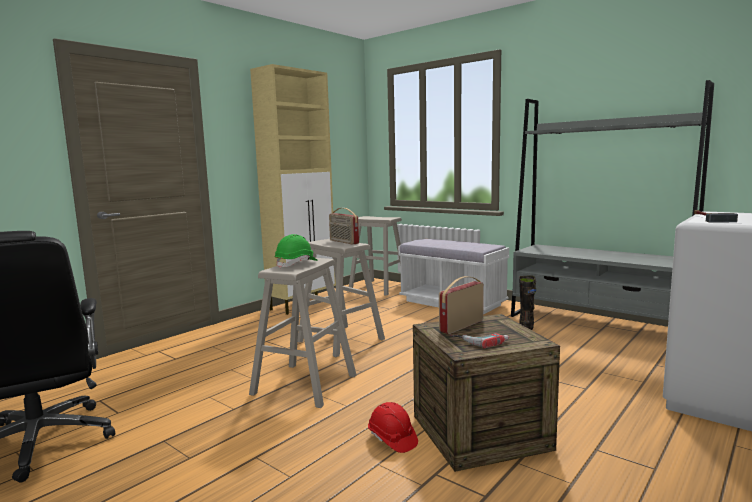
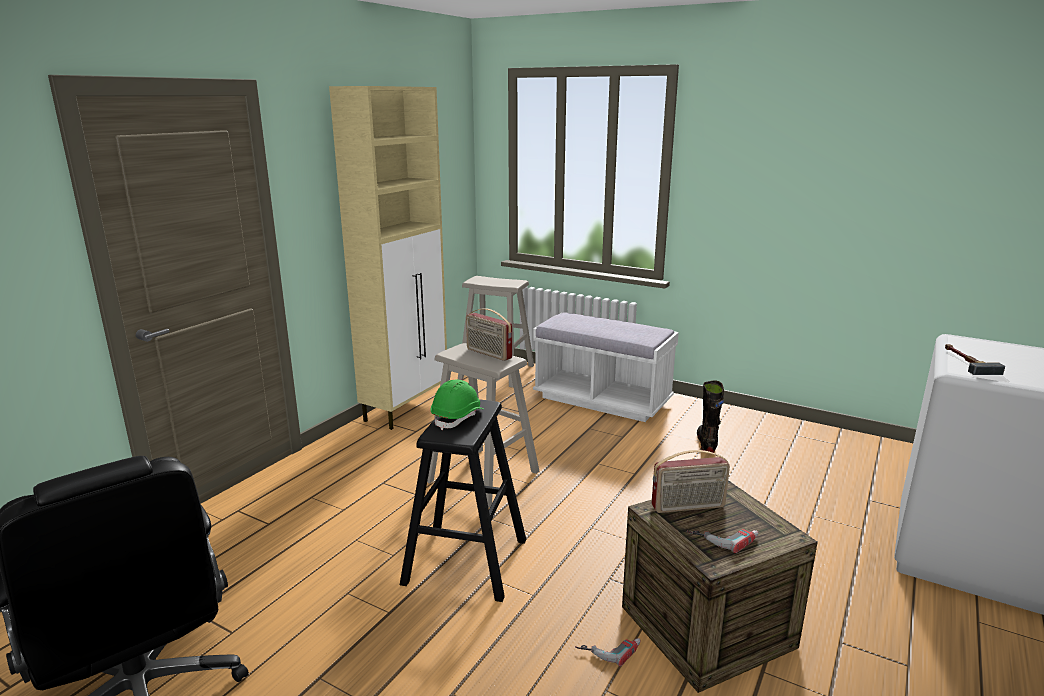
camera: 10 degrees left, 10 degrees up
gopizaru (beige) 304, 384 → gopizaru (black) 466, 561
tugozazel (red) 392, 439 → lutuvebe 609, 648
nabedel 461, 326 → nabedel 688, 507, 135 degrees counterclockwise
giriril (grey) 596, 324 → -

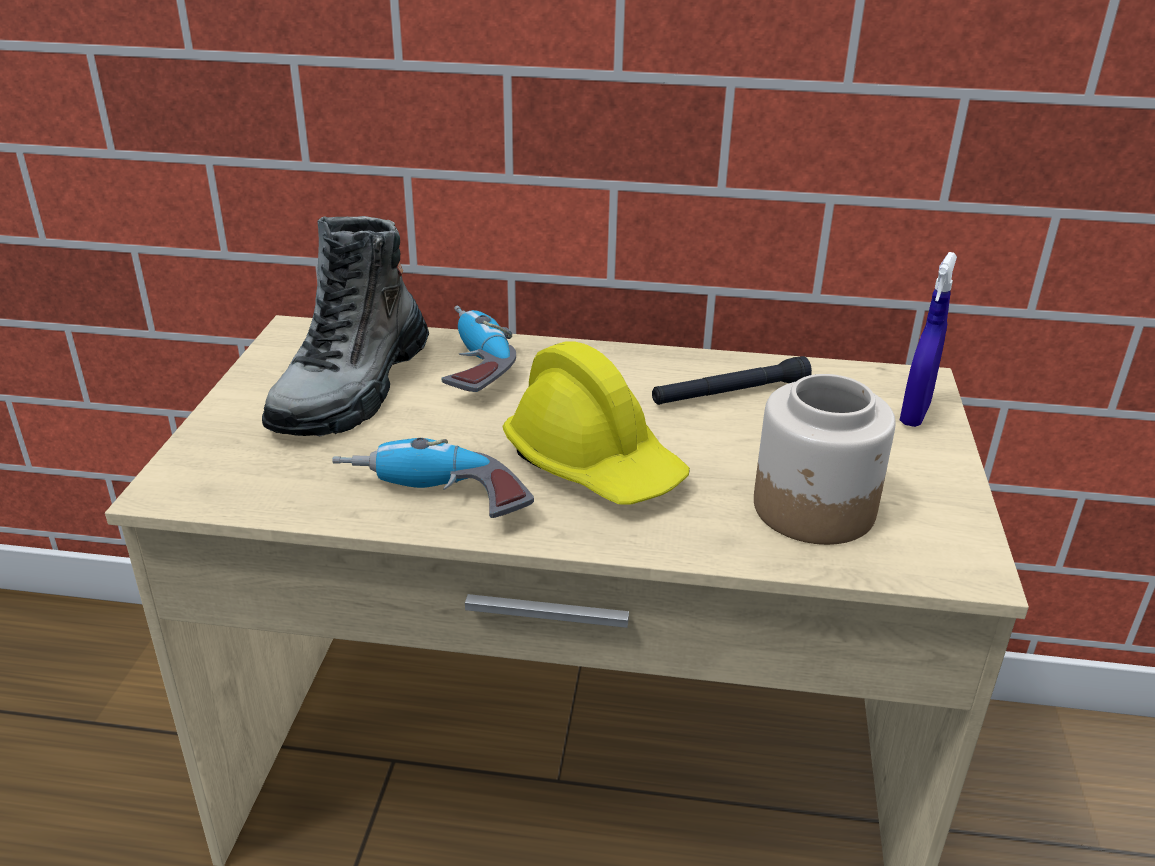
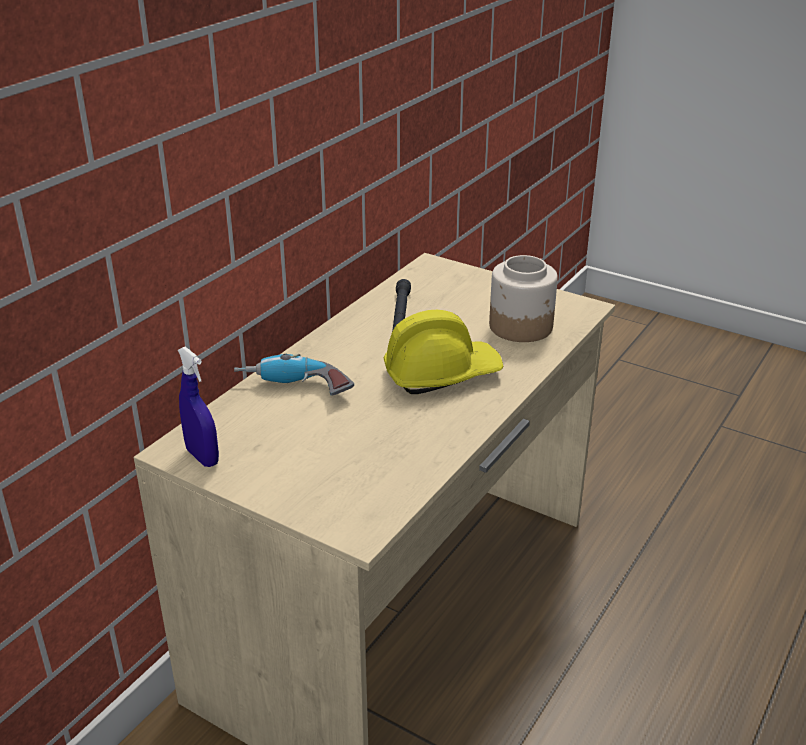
camera: 65 degrees left, 0 degrees up
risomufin 353, 388 → -
lutuvebe 433, 500 → -
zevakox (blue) 914, 414 → zevakox (blue) 202, 457, move

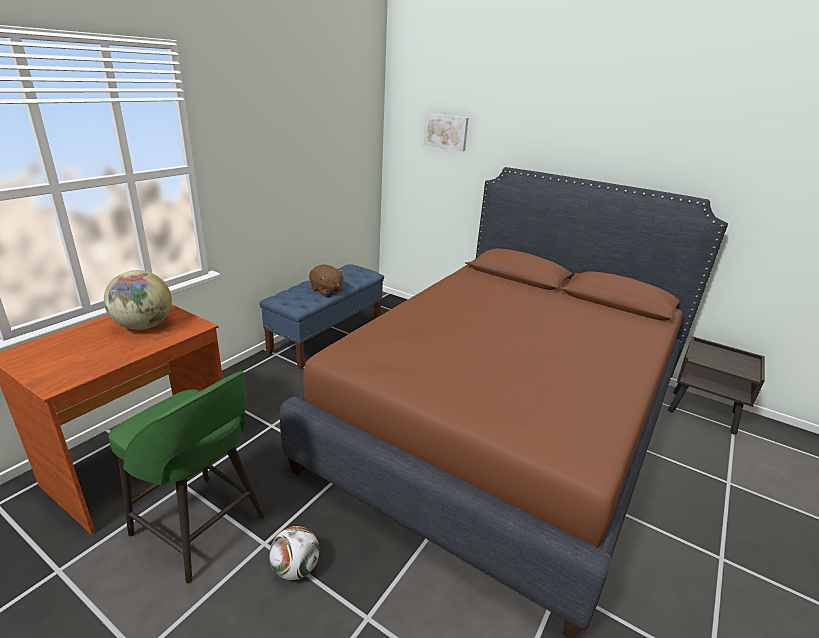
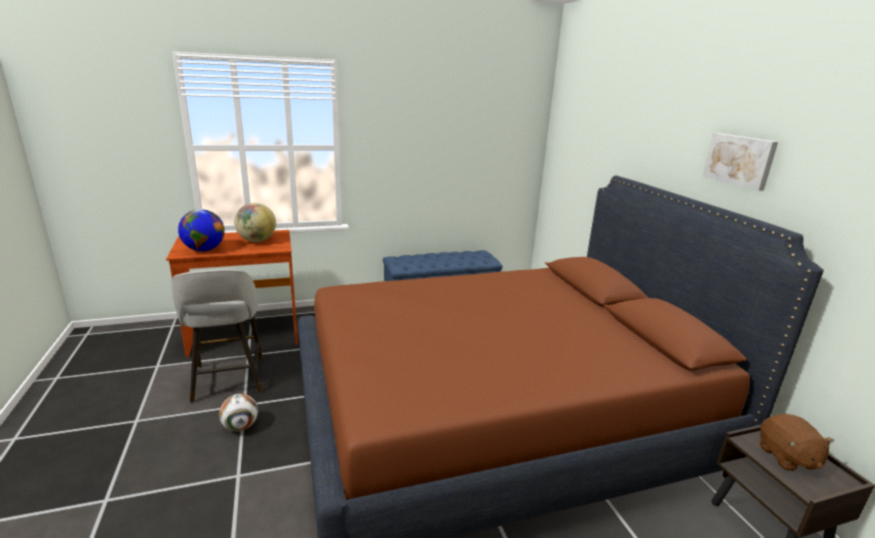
camera: 40 degrees right, 5 degrees down
gopizaru (green) 201, 528 → gopizaru (grey) 228, 380
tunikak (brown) 326, 290 → tunikak (brown) 787, 457, move
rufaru 446, 131 → rufaru 740, 160, move
- → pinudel 204, 249

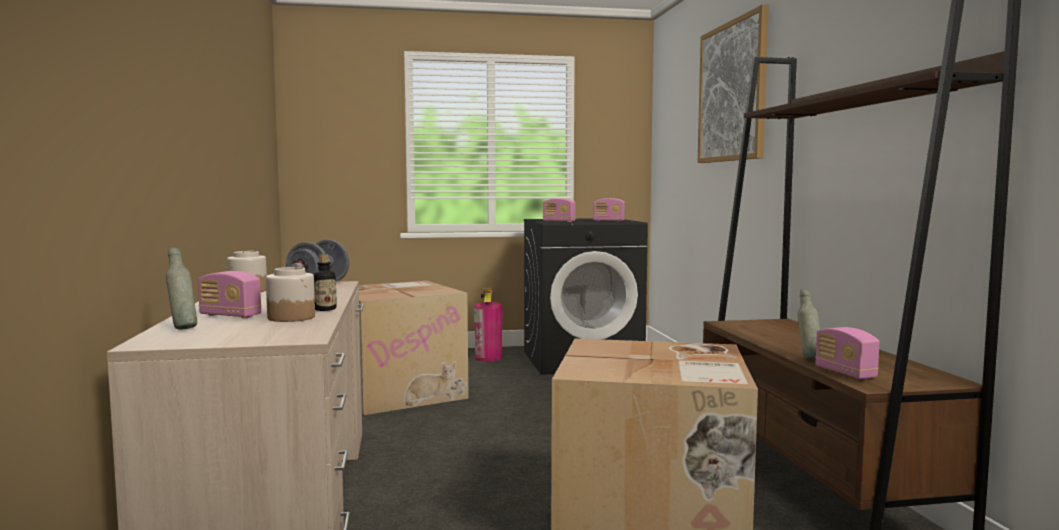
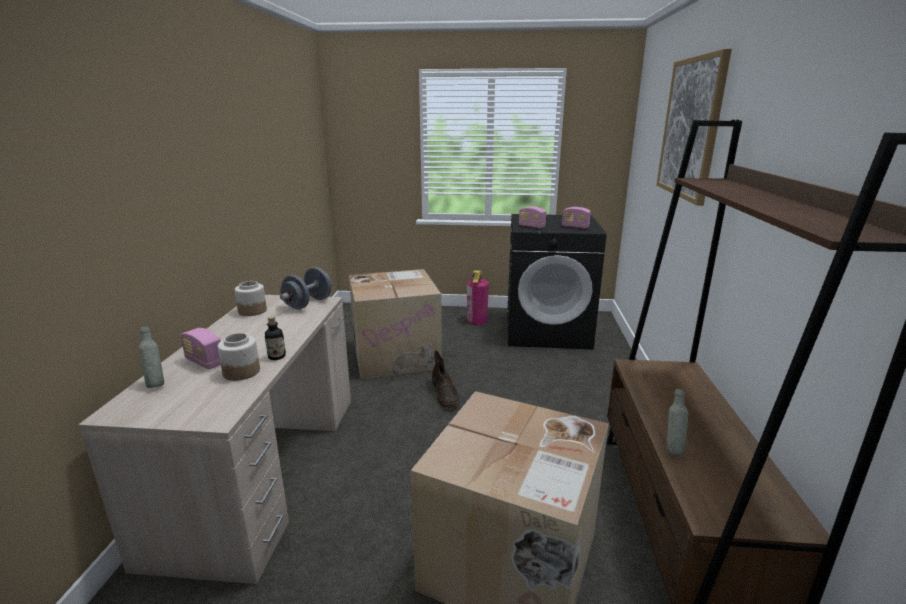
camera: 15 degrees right, 15 degrees up
nabedel 845, 373 → -
- → risomufin (brown) 445, 394

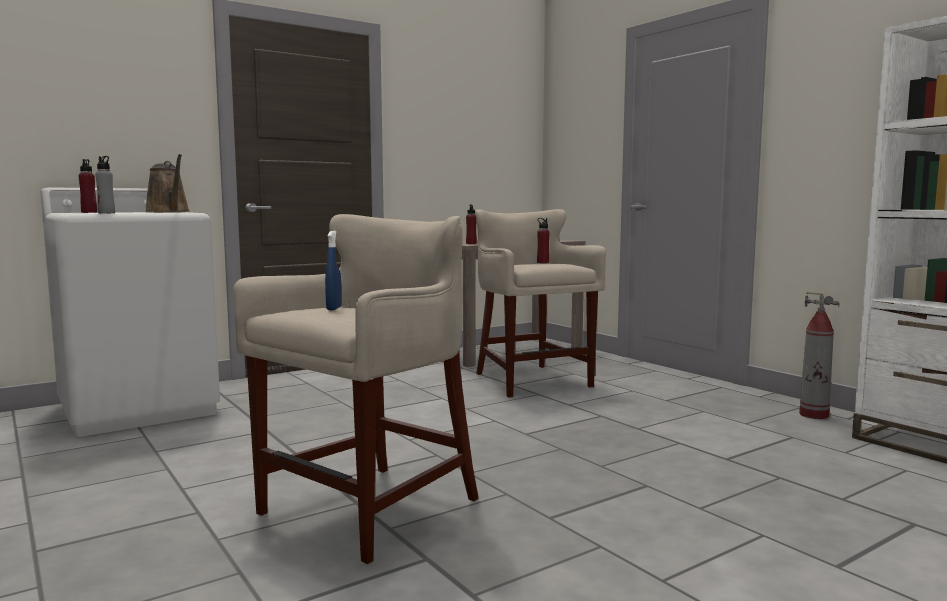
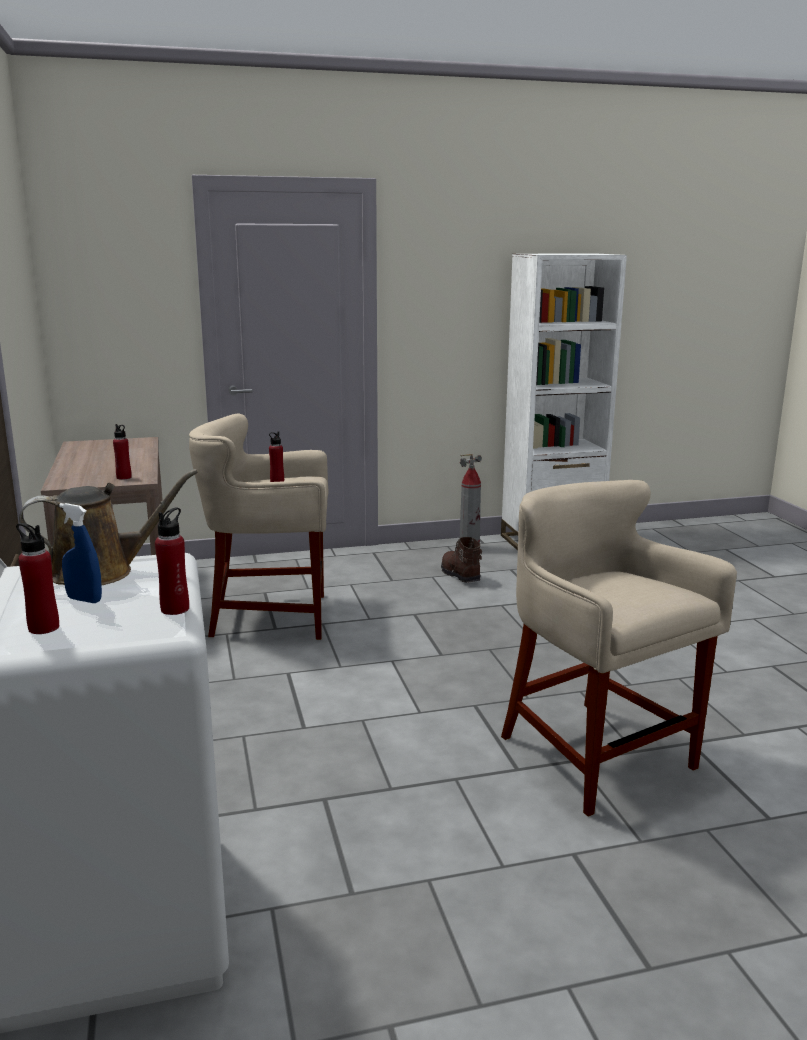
camera: 70 degrees left, 10 degrees up
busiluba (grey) 106, 213 → busiluba (red) 175, 609
zevakox (blue) 334, 308 → zevakox (blue) 84, 600, move
- → risomufin (brown) 459, 575

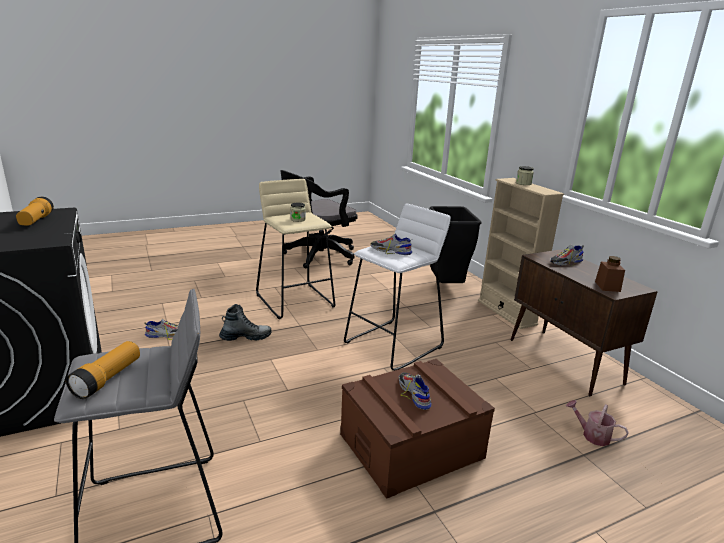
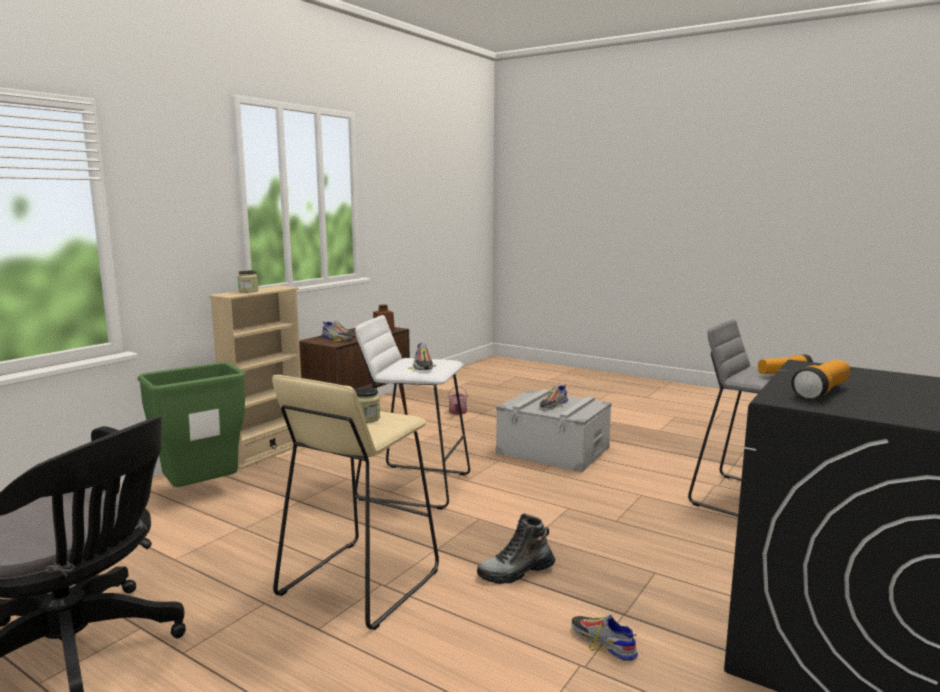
camera: 120 degrees left, 10 degrees down
risomufin 246, 337 → risomufin 516, 572, 60 degrees counterclockwise
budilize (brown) 411, 446 → budilize (grey) 553, 450
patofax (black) 446, 287 → patofax (green) 203, 492

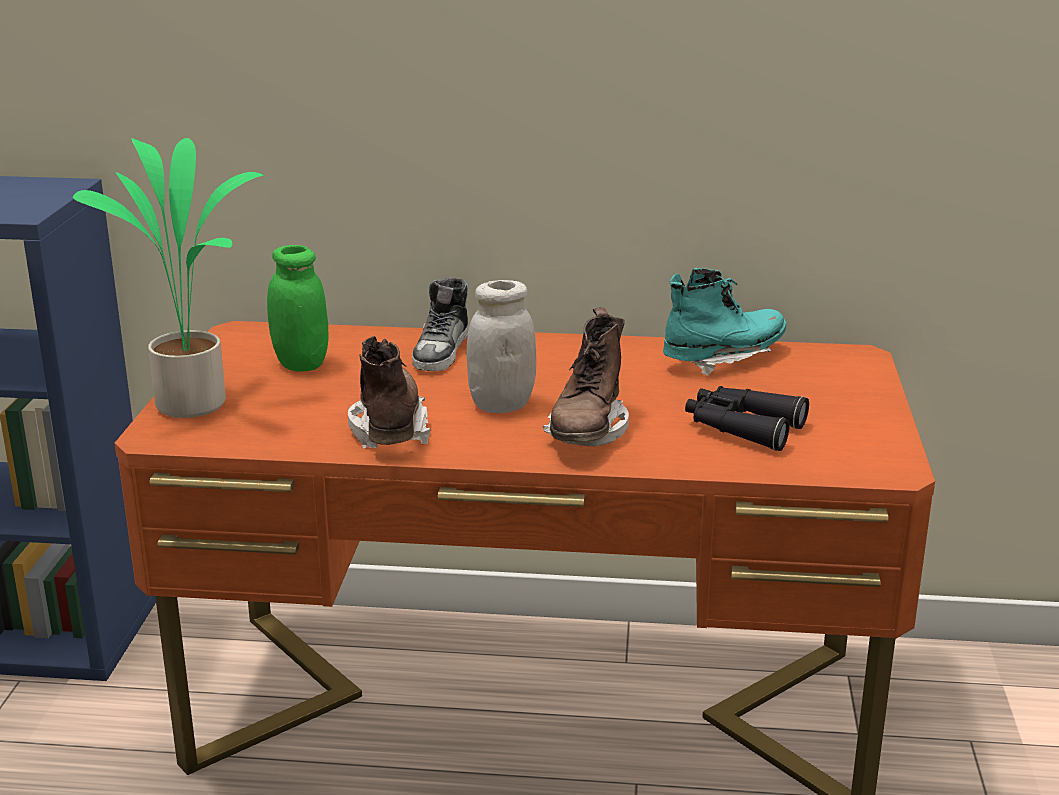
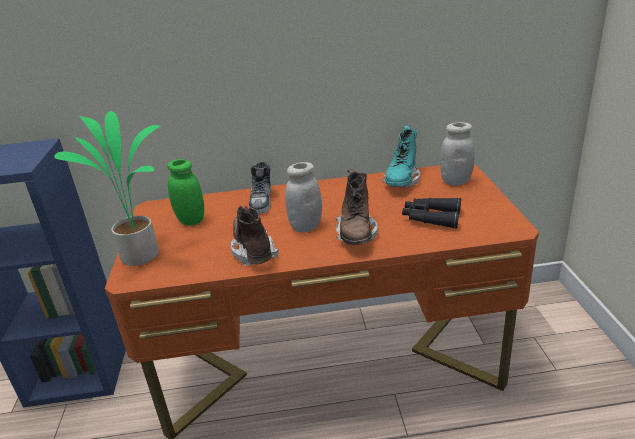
camera: 10 degrees left, 5 degrees up
risomufin (turquoise) 723, 359 → risomufin (turquoise) 401, 181, 150 degrees clockwise
- → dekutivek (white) 456, 181

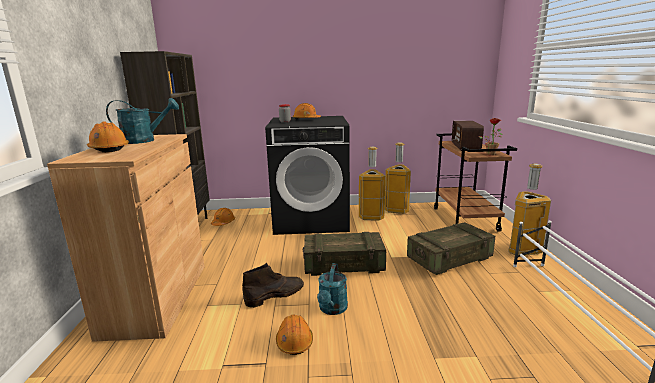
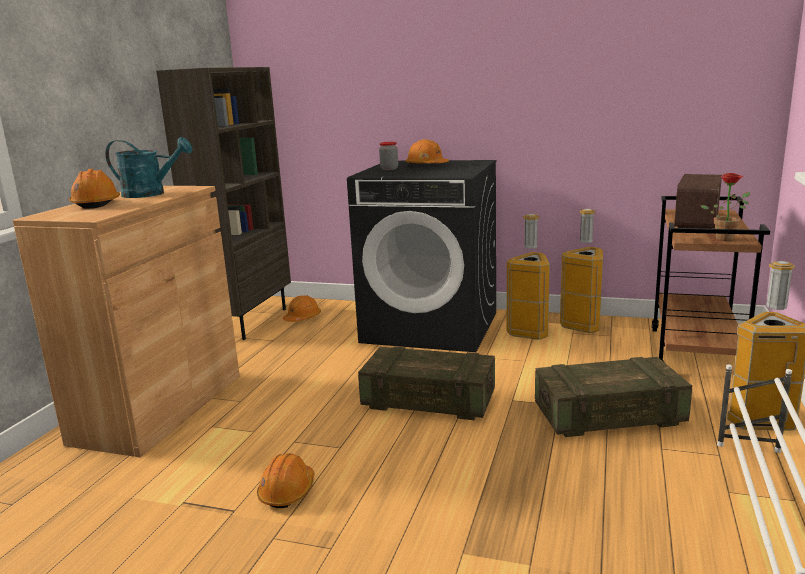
camera: 20 degrees right, 0 degrees up
risomufin (brown) 275, 295 → -
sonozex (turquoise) 332, 309 → -

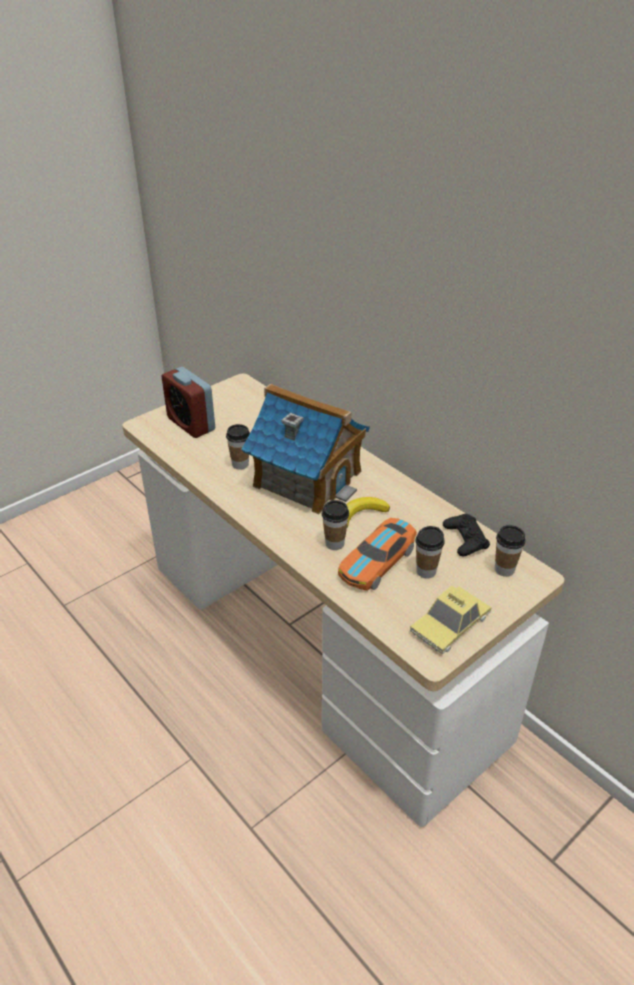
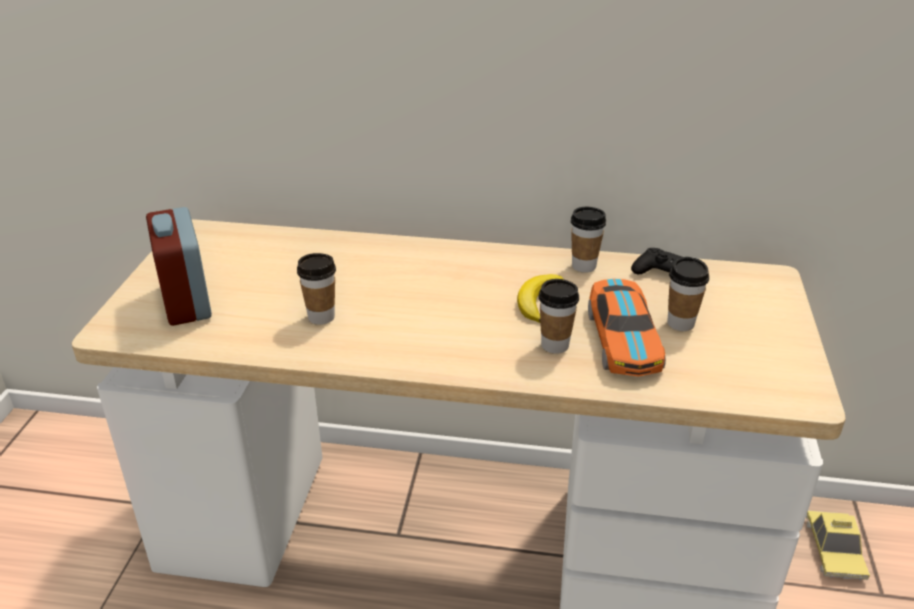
camera: 40 degrees left, 5 degrees down
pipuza 191, 424 → pipuza 186, 301, 60 degrees clockwise
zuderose 307, 478 → -
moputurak 449, 624 → moputurak 834, 549, move
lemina 504, 569 → lemina 584, 266, move

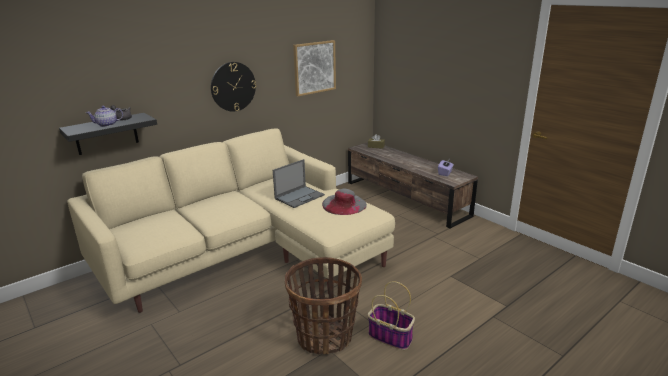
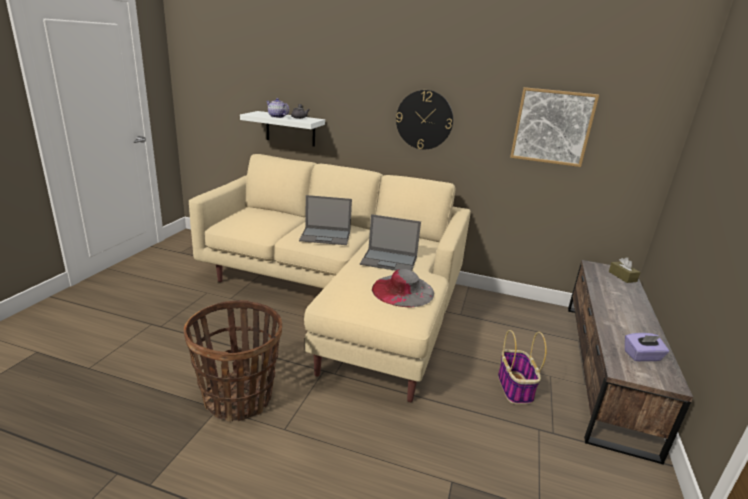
camera: 55 degrees right, 0 degrees up
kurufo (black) 106, 134 → kurufo (white) 290, 129
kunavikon 391, 337 → kunavikon 515, 388, move
- → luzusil 326, 236

